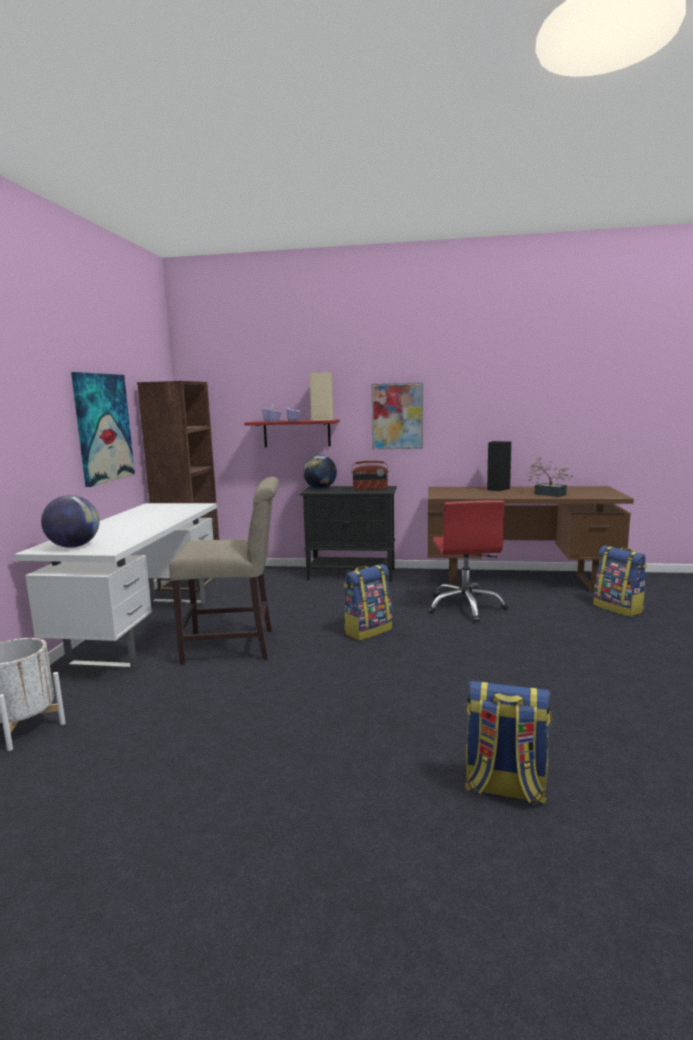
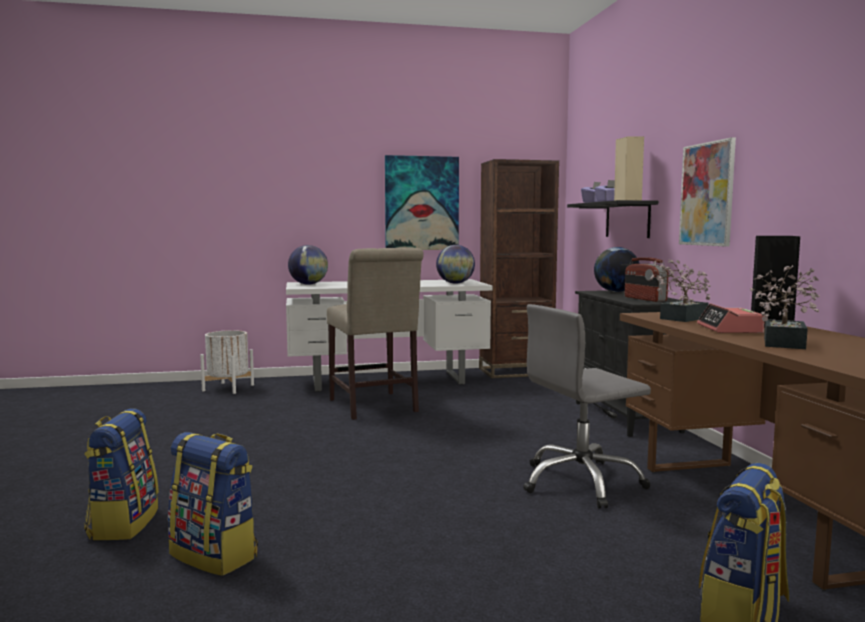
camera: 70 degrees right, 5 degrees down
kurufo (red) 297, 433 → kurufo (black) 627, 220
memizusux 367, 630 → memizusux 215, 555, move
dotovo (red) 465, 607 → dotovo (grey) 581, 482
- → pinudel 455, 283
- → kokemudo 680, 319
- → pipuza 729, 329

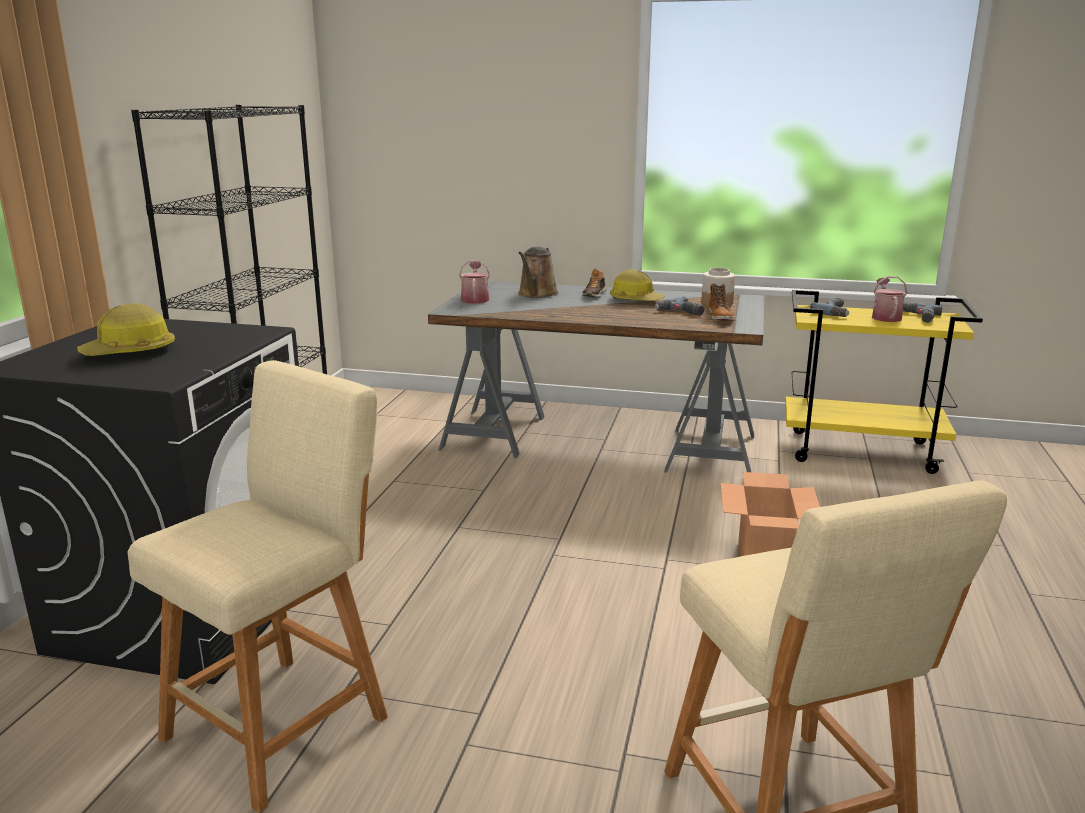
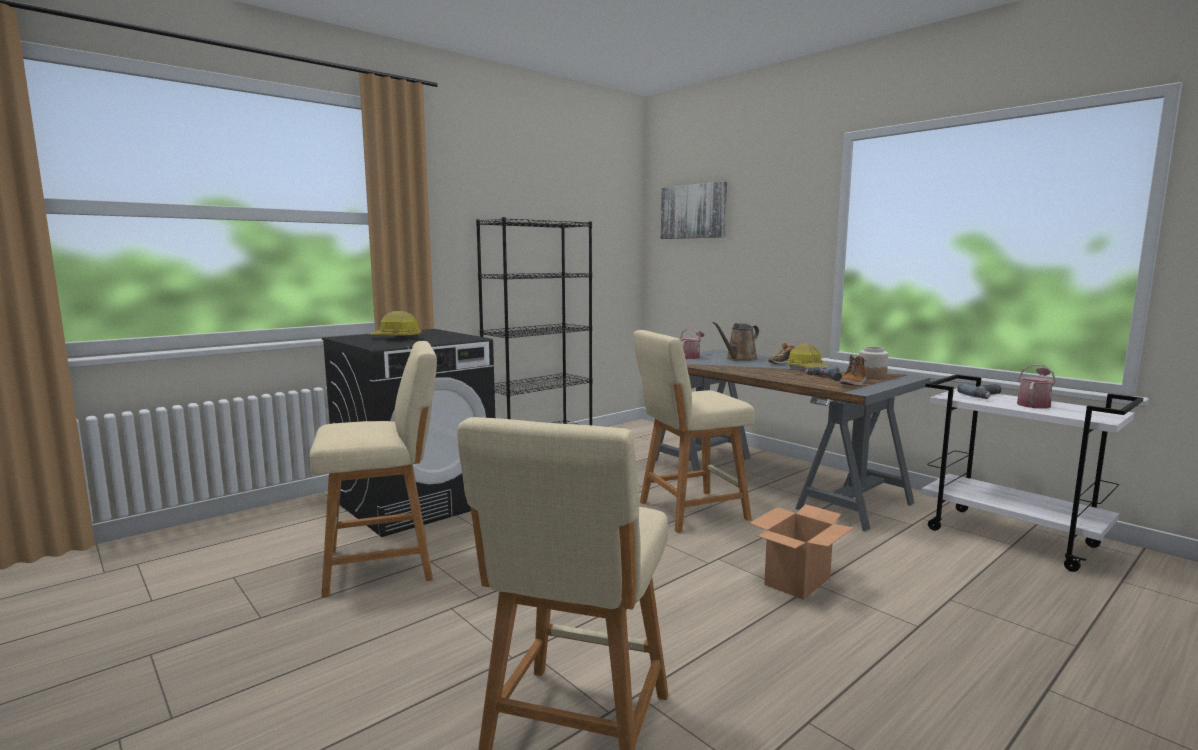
camera: 35 degrees right, 10 degrees down
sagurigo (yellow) 862, 451 → sagurigo (white) 1012, 538
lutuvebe 919, 317 → -
- → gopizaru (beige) 688, 511
- → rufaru 693, 211

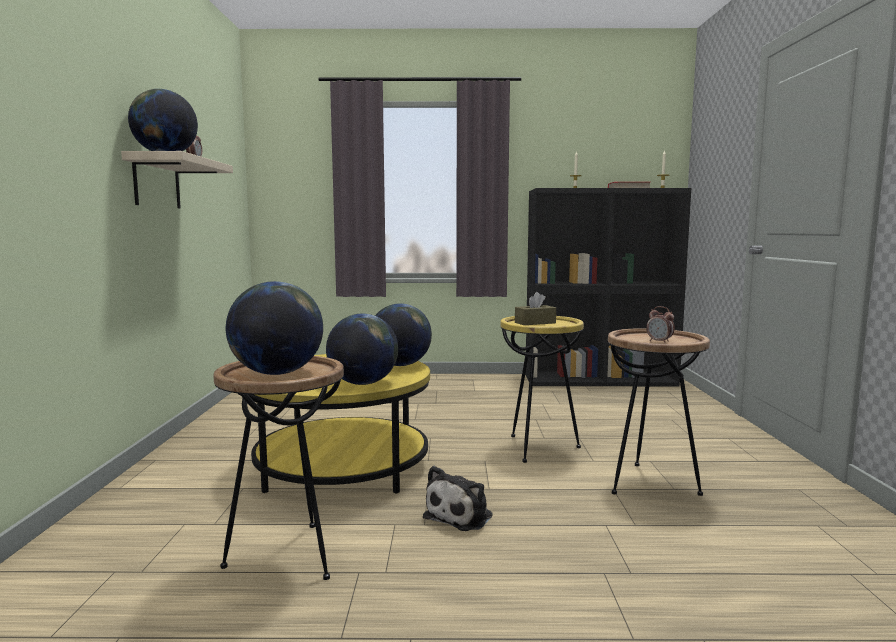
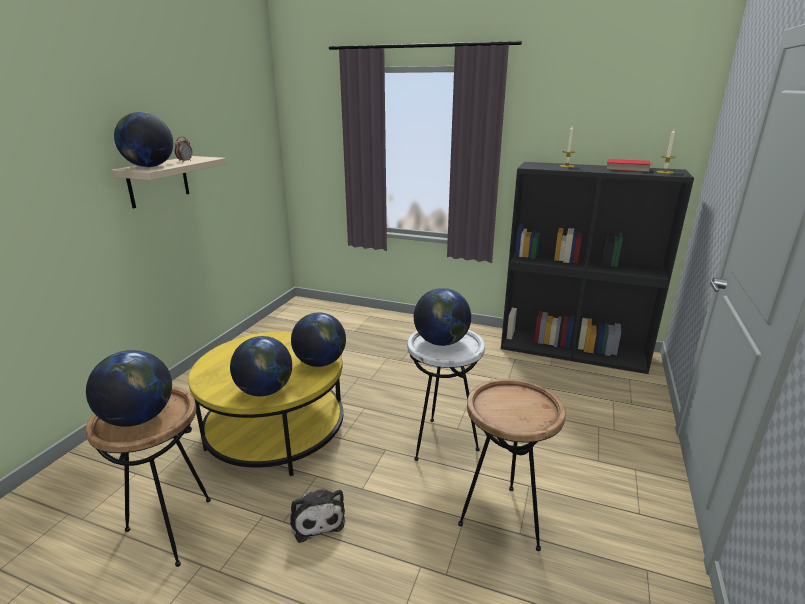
camera: 20 degrees right, 15 degrees up
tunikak 461, 515 → tunikak 317, 518, 75 degrees counterclockwise
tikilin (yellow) 538, 448 → tikilin (white) 442, 442
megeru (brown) 535, 323 → pinudel 441, 342
pipuza 659, 342 → -

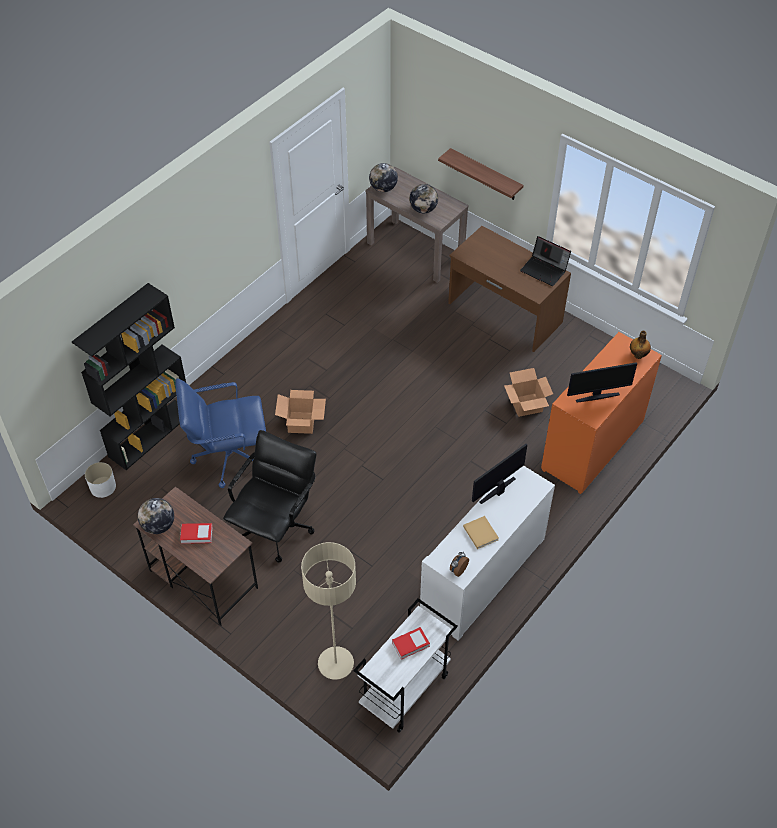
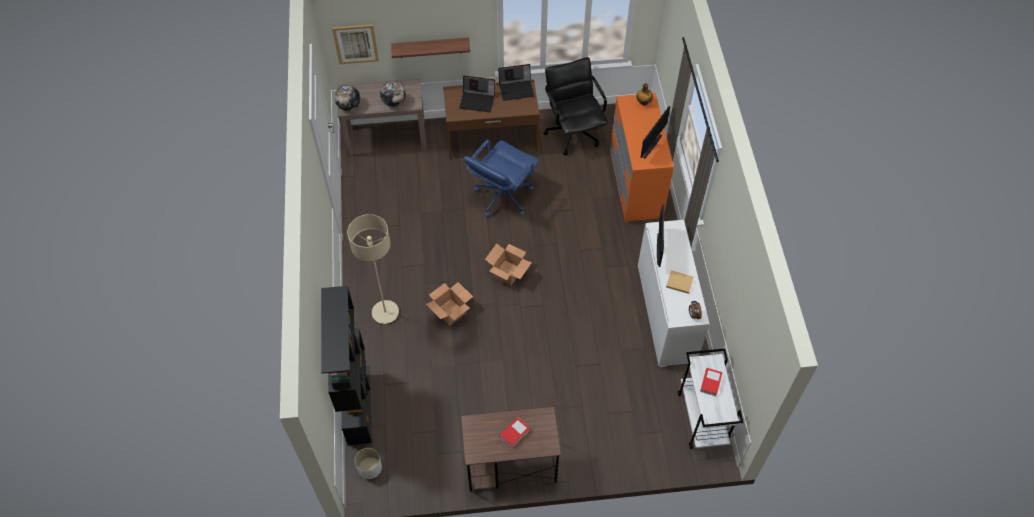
camera: 45 degrees left, 5 degrees up
pinudel 158, 526 → -
dotovo (blue) 228, 456 → dotovo (blue) 502, 196, move
dotovo (black) 275, 528 → dotovo (black) 573, 133, move
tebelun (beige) 335, 663 → tebelun (beige) 385, 312, move
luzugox 526, 404 → luzugox 508, 272, move
- → rufaru 355, 44
- → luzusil 478, 101

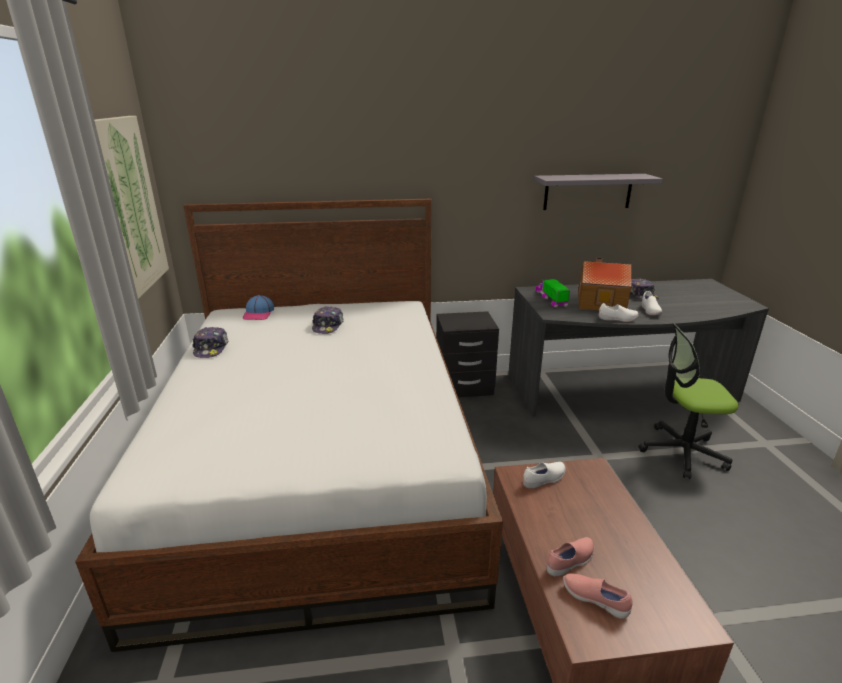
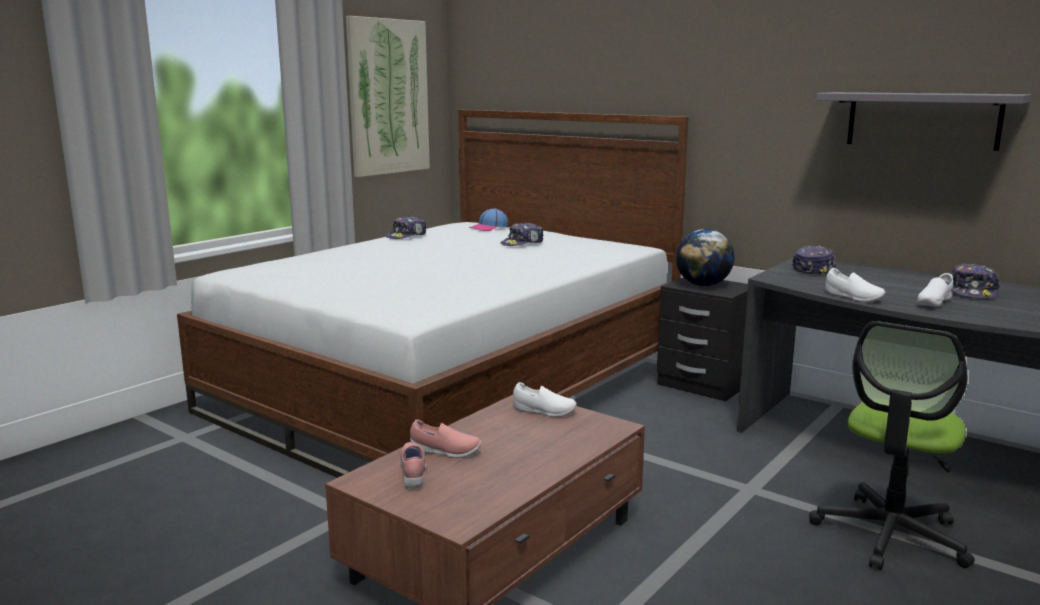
camera: 45 degrees right, 10 degrees down
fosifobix 551, 299 → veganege 813, 270
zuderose 600, 302 → -
dotovo 682, 452 → dotovo 890, 535, 105 degrees counterclockwise
- → pinudel 703, 285

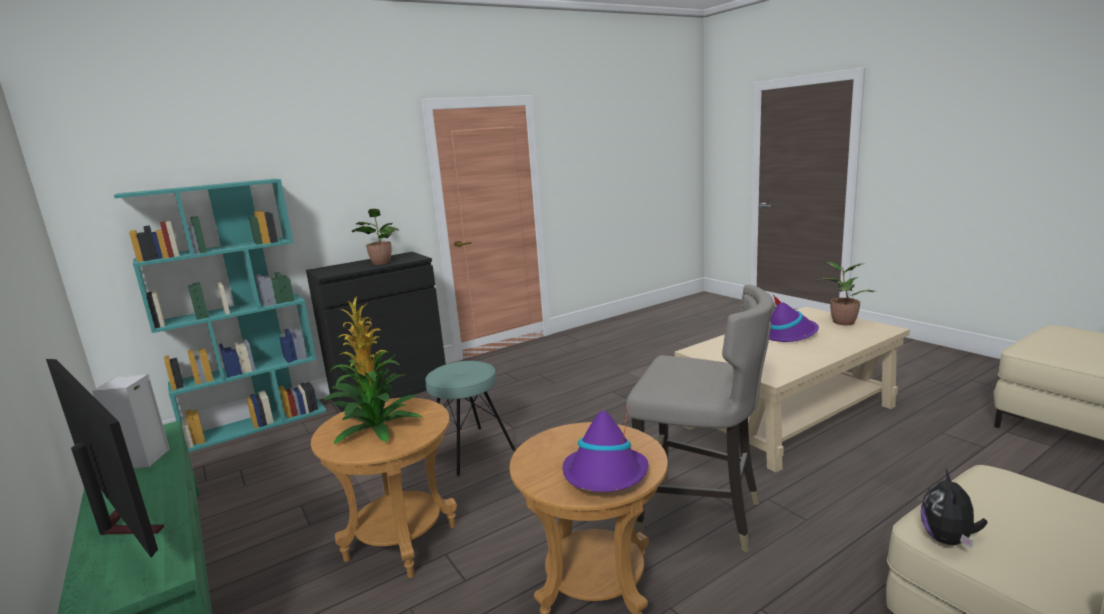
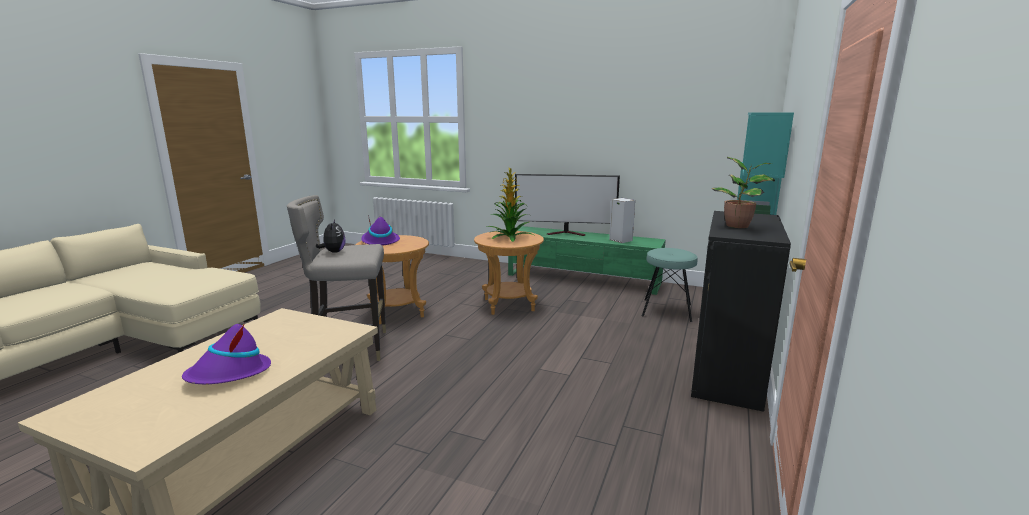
camera: 145 degrees right, 0 degrees up
gopizaru (turquoise) 469, 450 → gopizaru (turquoise) 666, 310, move
kokemudo 842, 322 → -
tunikak 948, 540 → tunikak 334, 252, move

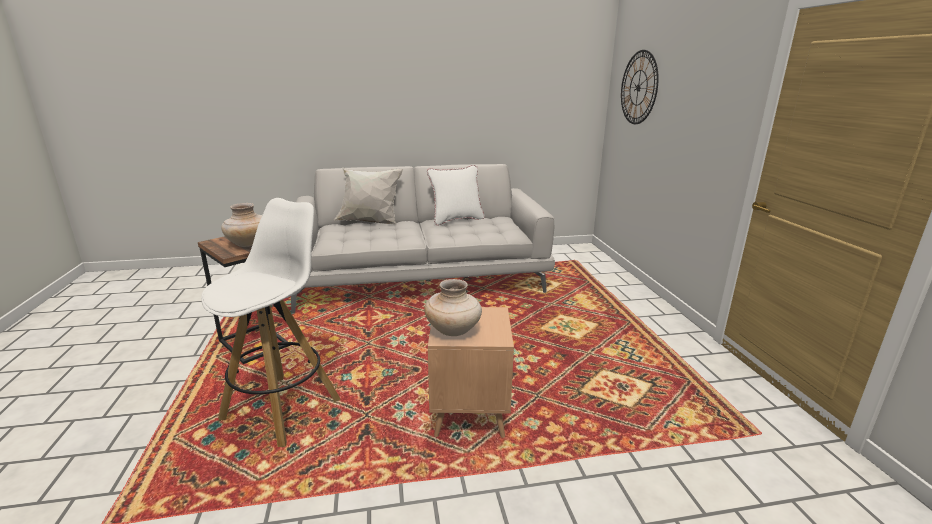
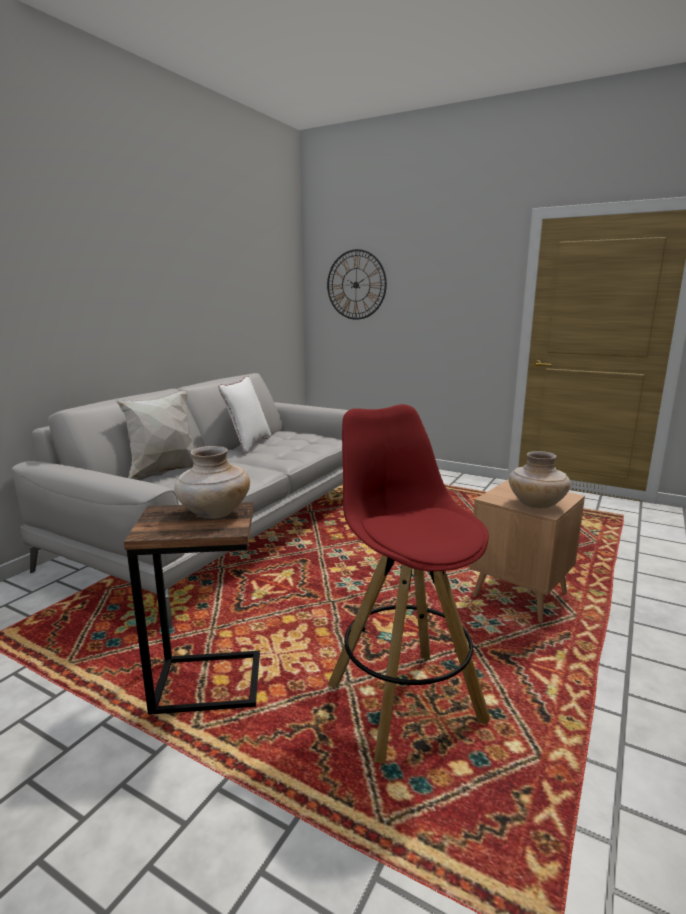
camera: 50 degrees left, 5 degrees down
gopizaru (white) 283, 407 → gopizaru (red) 403, 699

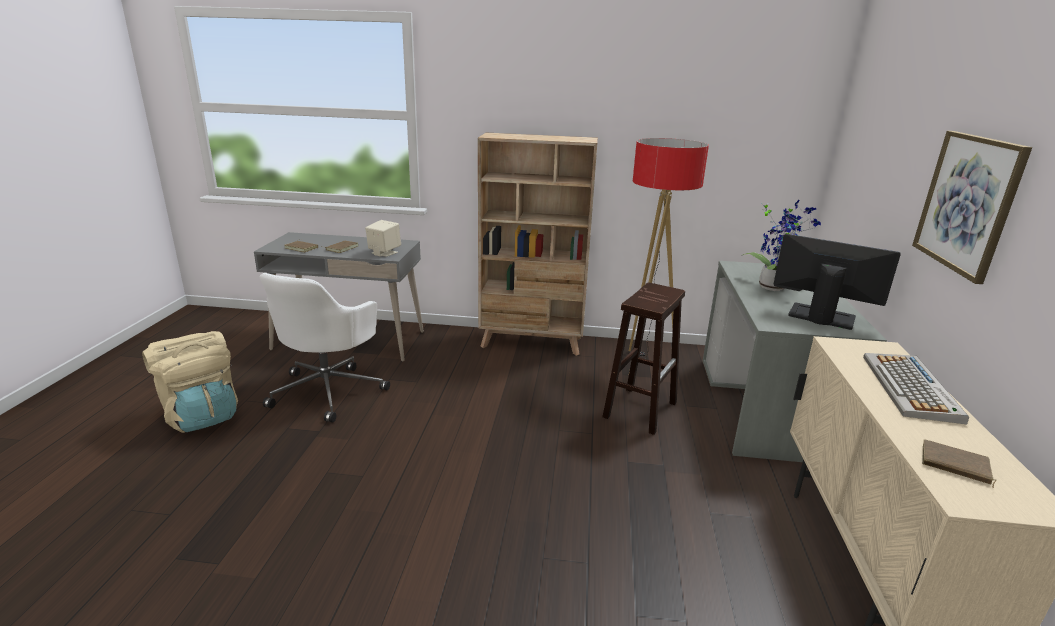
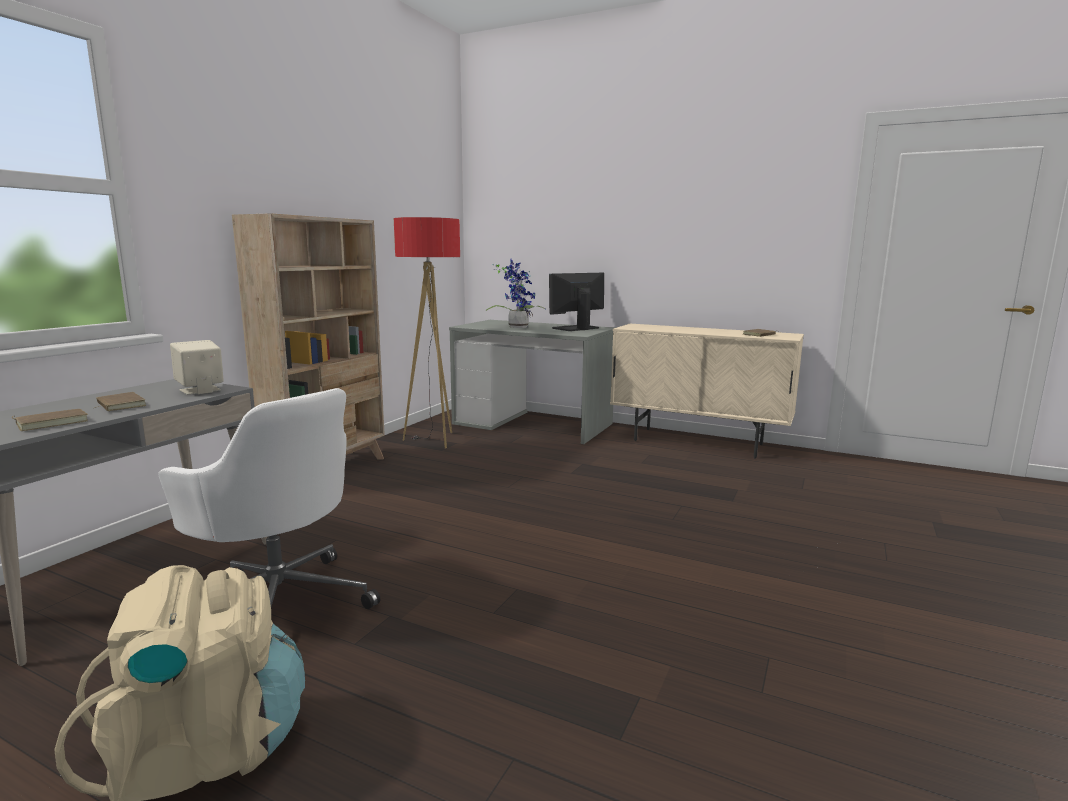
camera: 70 degrees left, 10 degrees down
gopizaru (brown) 640, 409 → -
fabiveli 911, 388 → -
rufaru 967, 203 → -

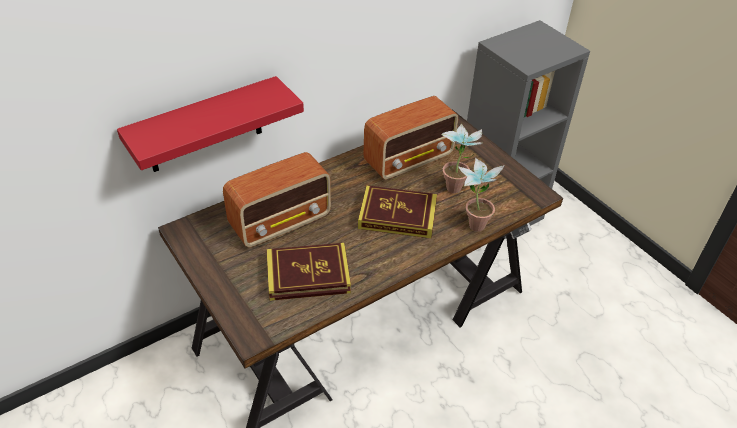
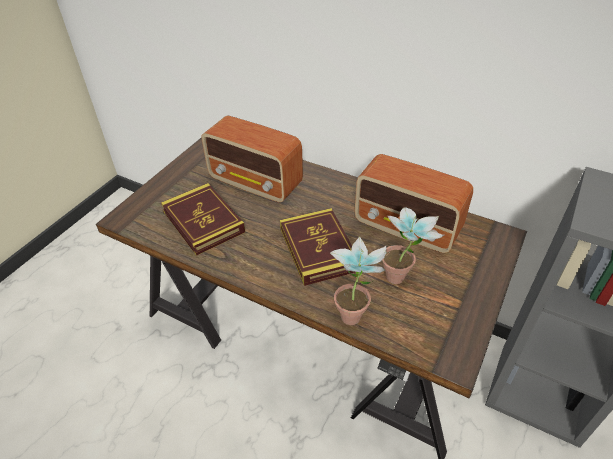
camera: 65 degrees right, 0 degrees up
kurufo (red) 204, 126 → -

